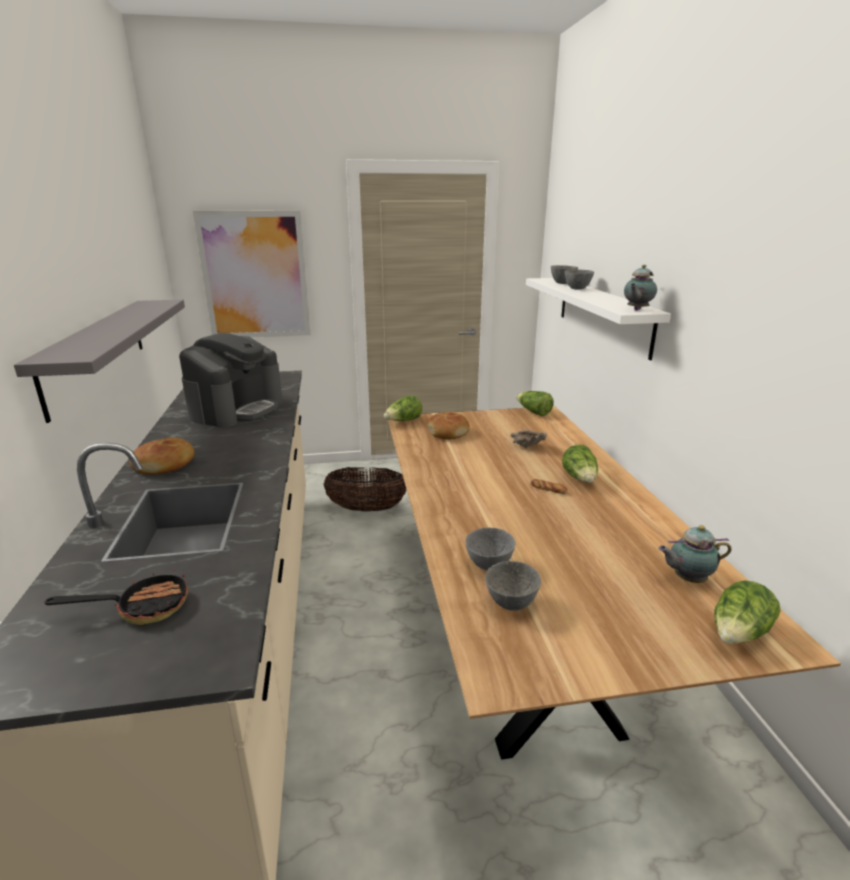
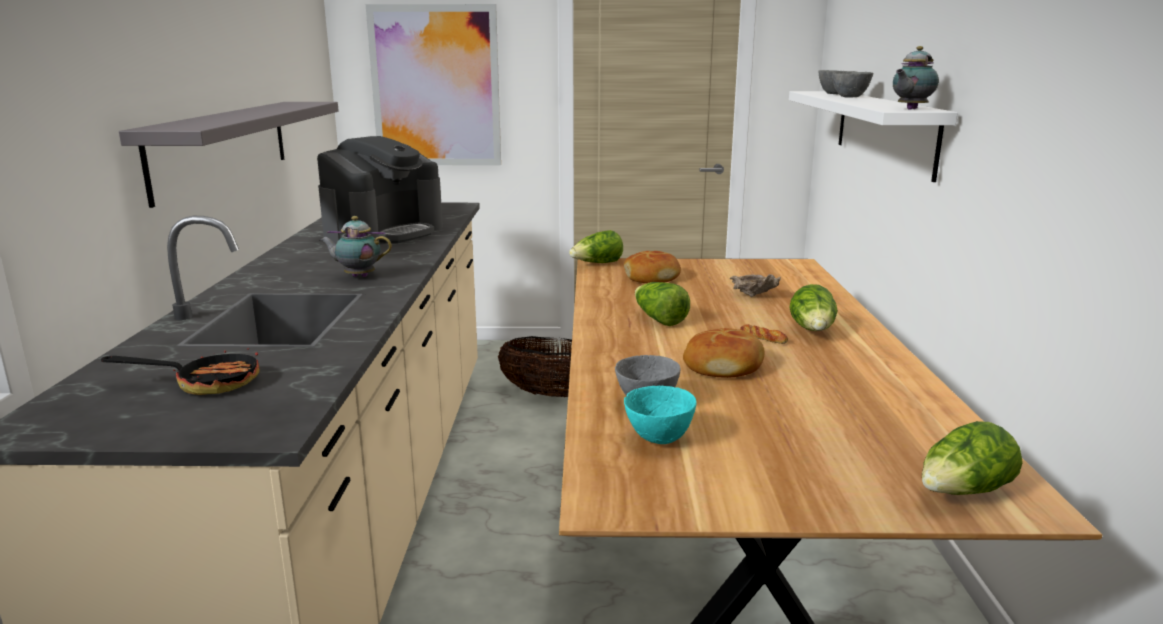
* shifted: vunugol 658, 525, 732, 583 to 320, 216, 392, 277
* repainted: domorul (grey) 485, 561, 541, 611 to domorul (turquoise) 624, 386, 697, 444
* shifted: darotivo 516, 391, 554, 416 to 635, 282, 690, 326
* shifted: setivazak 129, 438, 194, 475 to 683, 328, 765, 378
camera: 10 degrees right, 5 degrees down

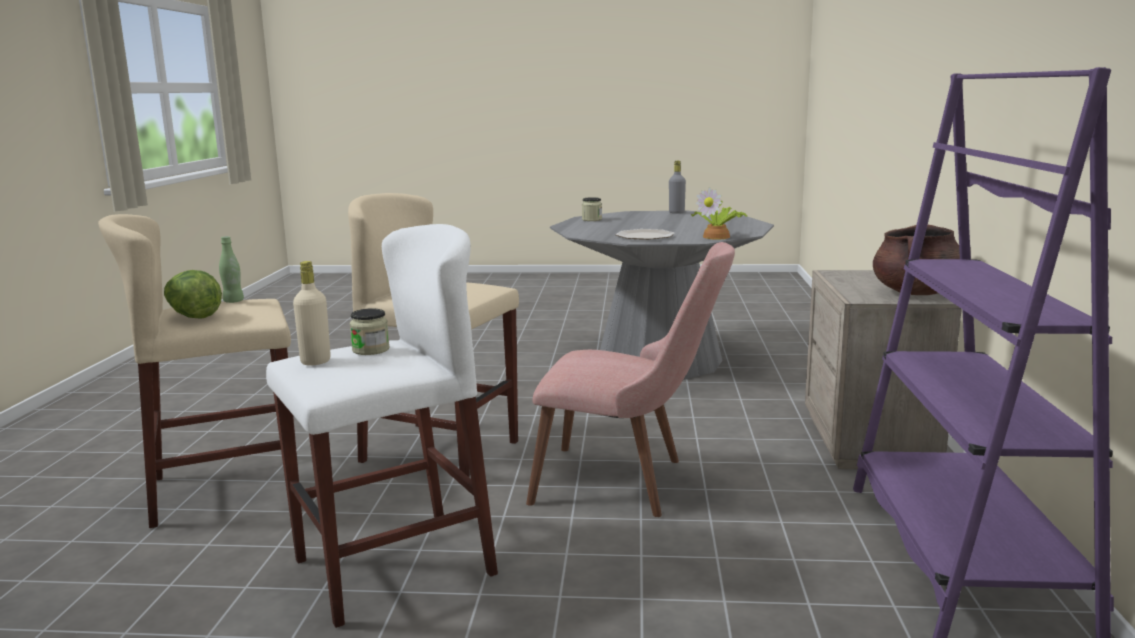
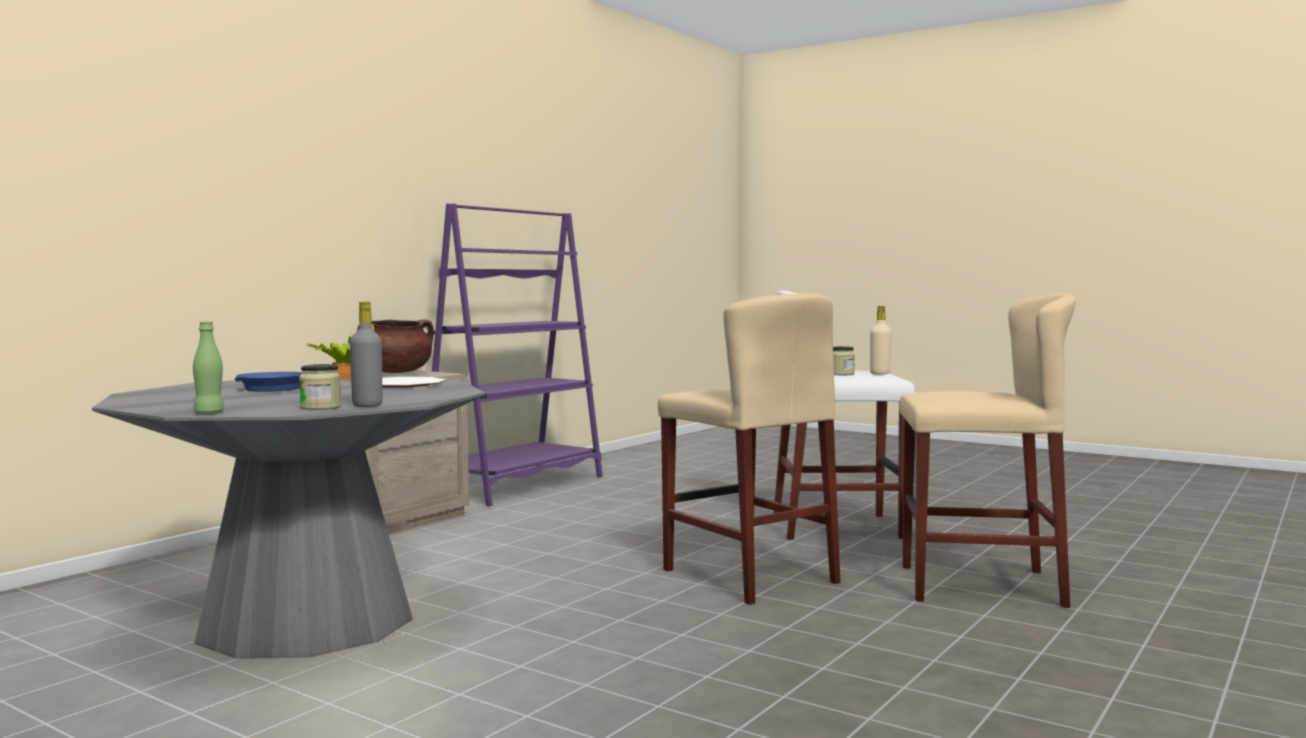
* shifted: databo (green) 219, 236, 244, 303 to 193, 321, 224, 414
* new: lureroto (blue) 235, 372, 302, 392
* shifted: databo (grey) 669, 161, 686, 214 to 350, 302, 382, 407
* gone: darotivo 164, 270, 222, 319
* gone: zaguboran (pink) 526, 242, 735, 517
camera: 150 degrees left, 10 degrees down

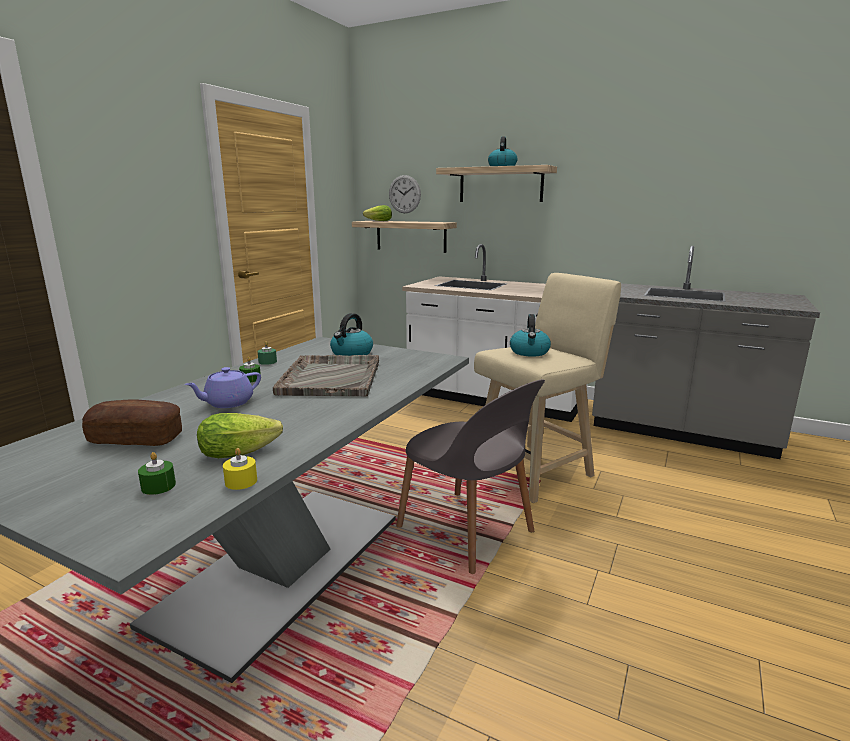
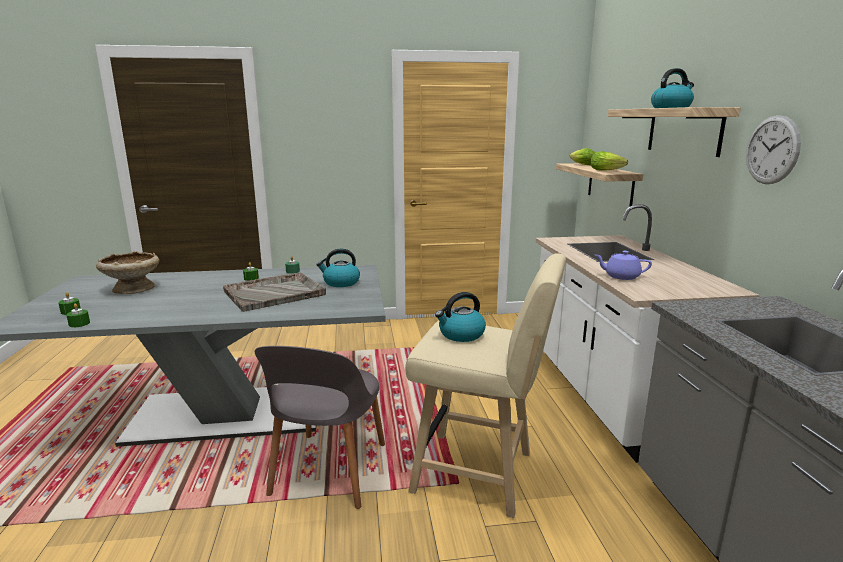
* repainted: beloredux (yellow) 223, 448, 257, 490 to beloredux (green) 66, 303, 90, 327
* swapped: setivazak 82, 399, 182, 446 to domorul (beige) 96, 251, 159, 294
* shifted: darotivo 197, 413, 283, 458 to 590, 151, 628, 171
* shifted: vunugol (purple) 185, 367, 261, 408 to 595, 251, 652, 280
* shifted: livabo 389, 175, 421, 213 to 746, 115, 801, 184
camera: 55 degrees right, 0 degrees up

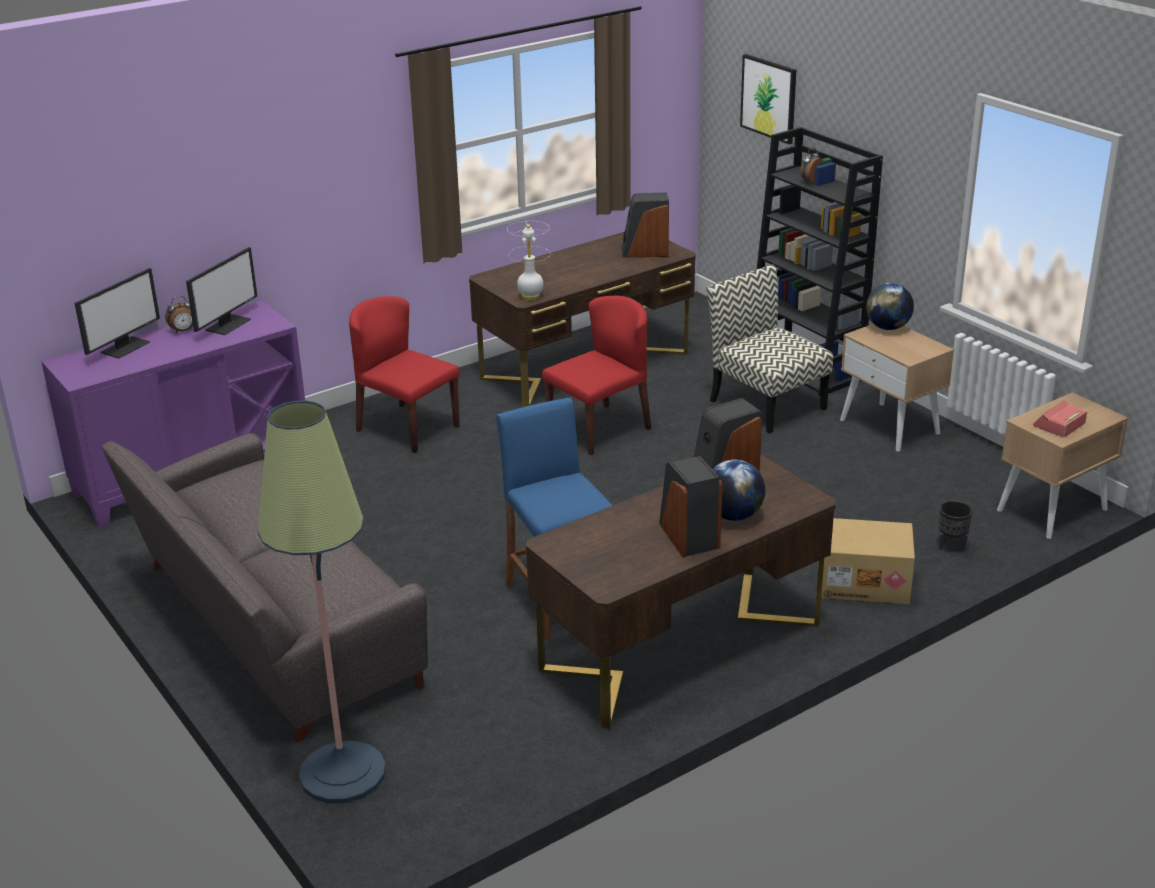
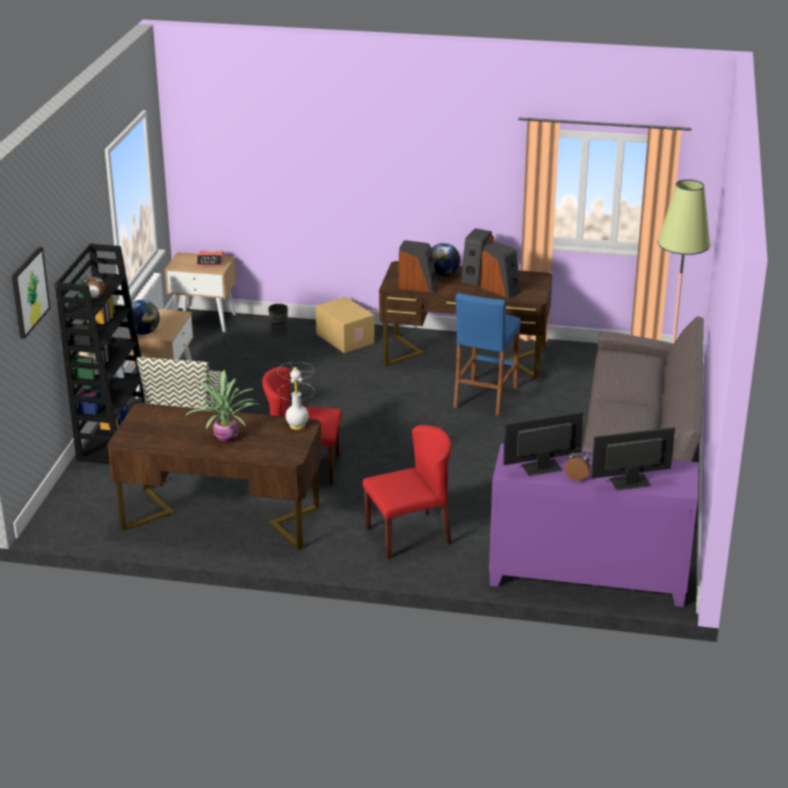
* new: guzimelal 185, 370, 260, 442
* rotated: zaguboran (red) 349, 296, 459, 453 = 363, 425, 452, 559 105 degrees counterclockwise
* shifted: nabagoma 621, 192, 669, 257 to 481, 241, 521, 299
camera: 135 degrees left, 0 degrees up

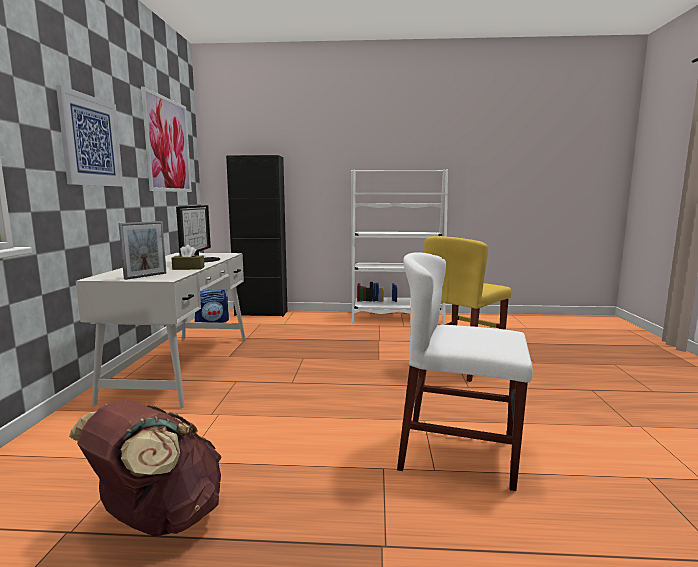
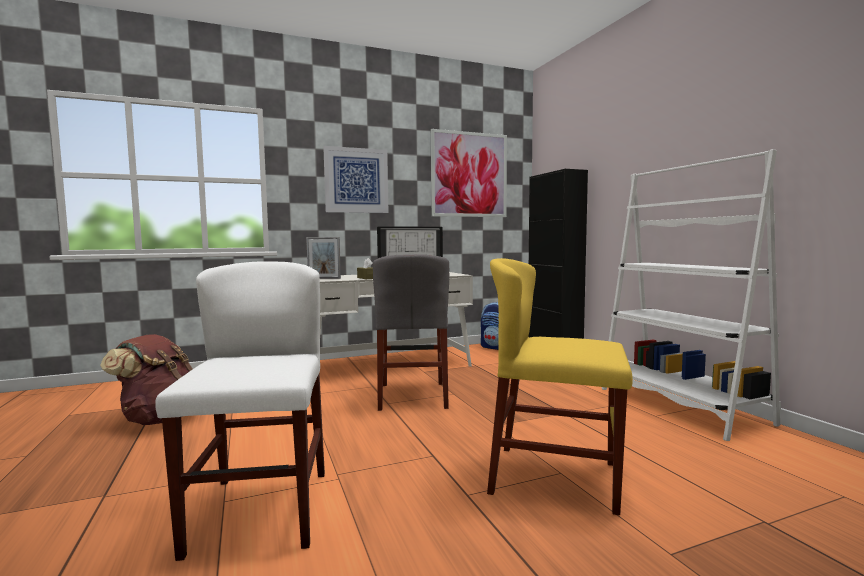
* new: zaguboran (grey) 373, 254, 449, 411
camera: 65 degrees right, 5 degrees down

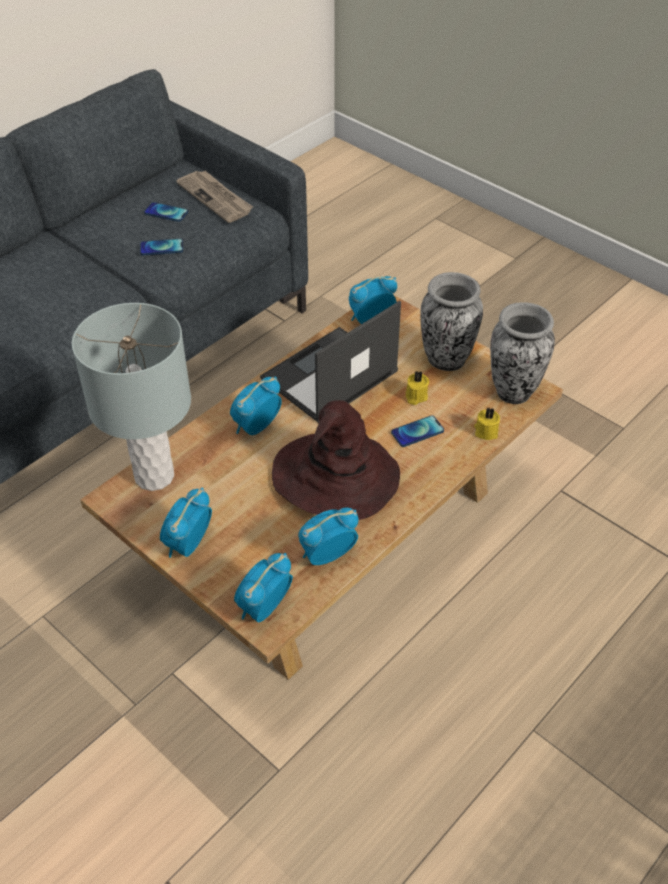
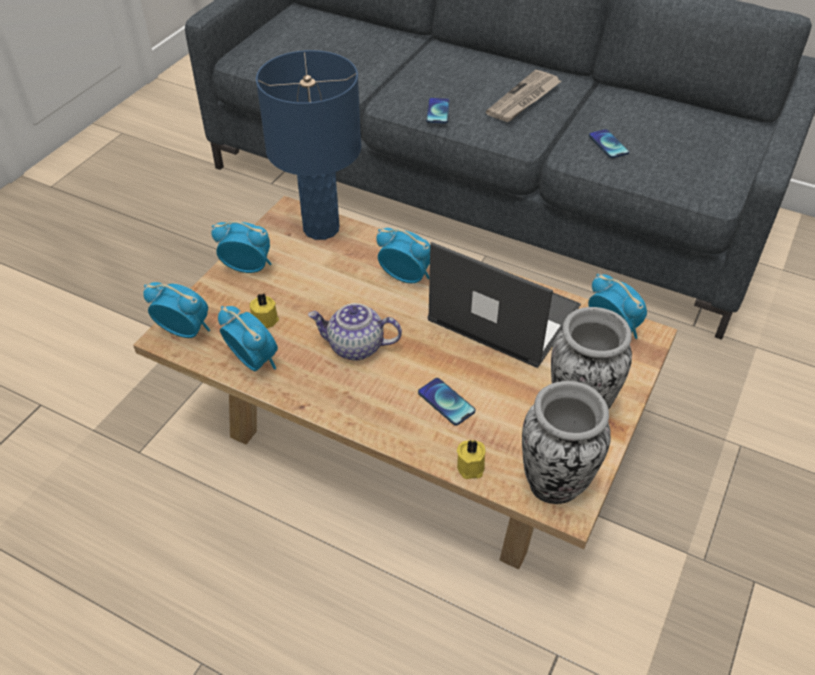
* shifted: beloredux (yellow) 406, 371, 429, 405 to 250, 293, 279, 328
* repainted: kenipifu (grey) 72, 303, 191, 491 to kenipifu (blue) 256, 50, 361, 240
* swapped: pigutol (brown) 272, 400, 400, 520 to vunugol 308, 303, 402, 360
* shifted: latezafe 144, 202, 188, 222 to 426, 98, 450, 123
* shifted: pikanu 176, 171, 253, 223 to 486, 70, 562, 122
camera: 75 degrees right, 0 degrees up

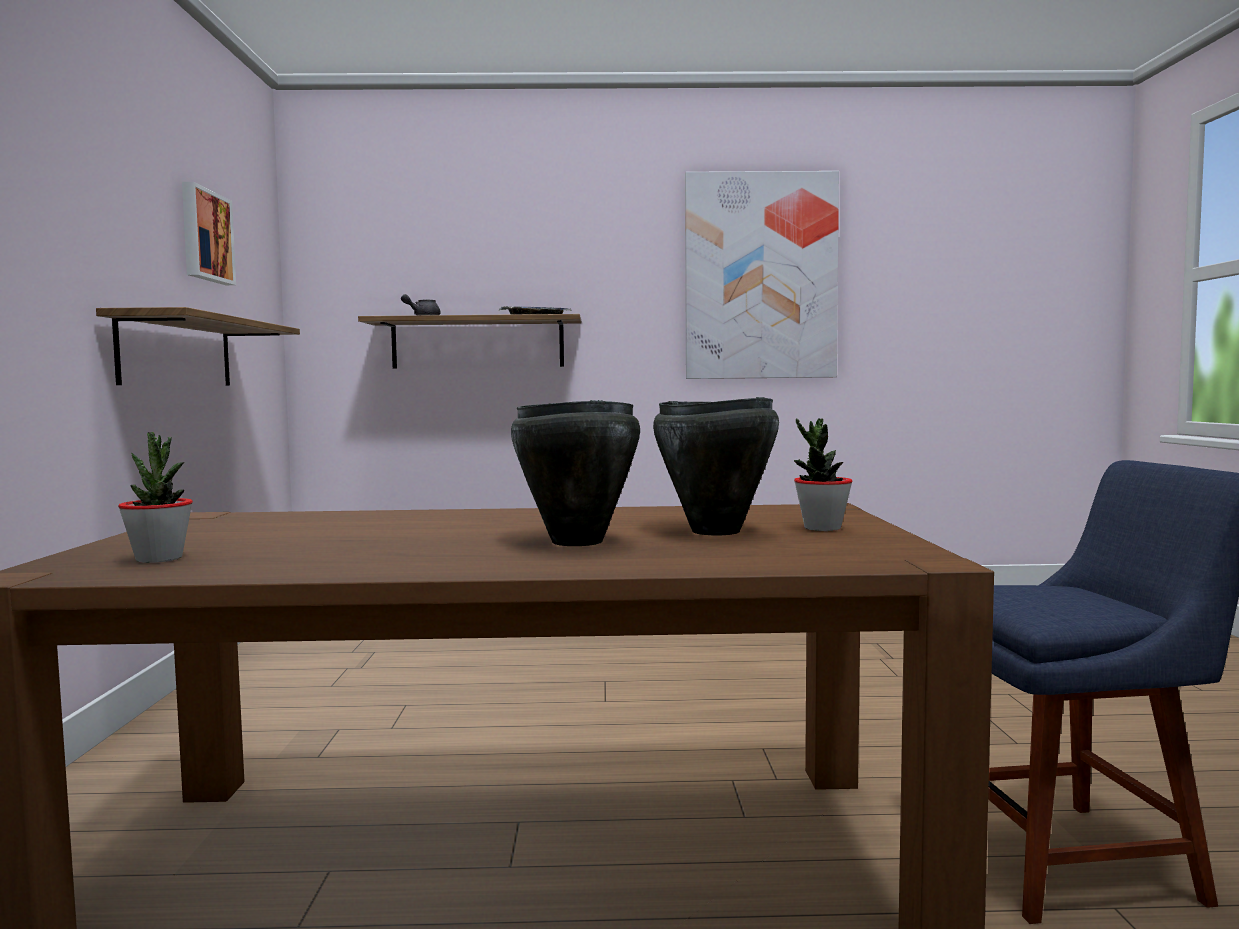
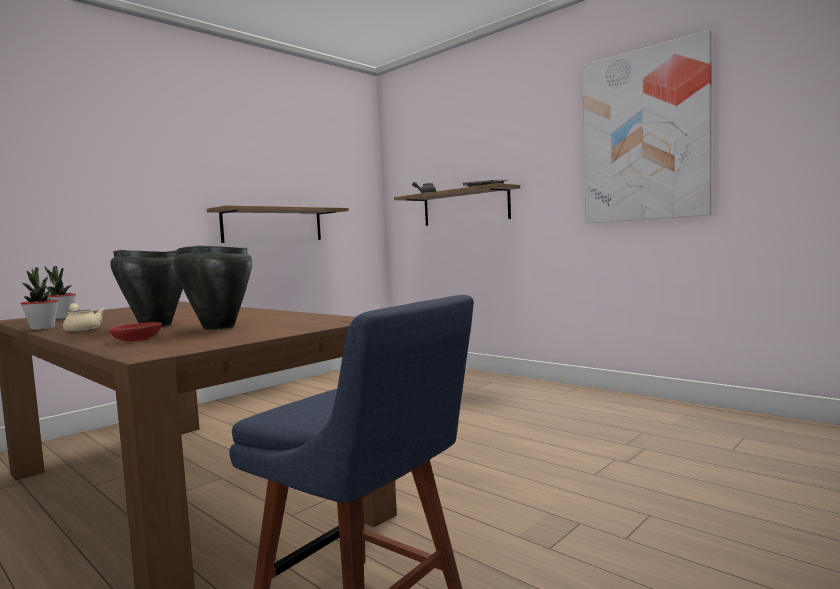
* shifted: guzimelal 794, 418, 852, 531 to 20, 267, 59, 330
* new: vunugol (beige) 63, 303, 106, 332
* new: domorul (red) 109, 322, 162, 342
* gone: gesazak 182, 182, 236, 285
camera: 45 degrees right, 0 degrees up

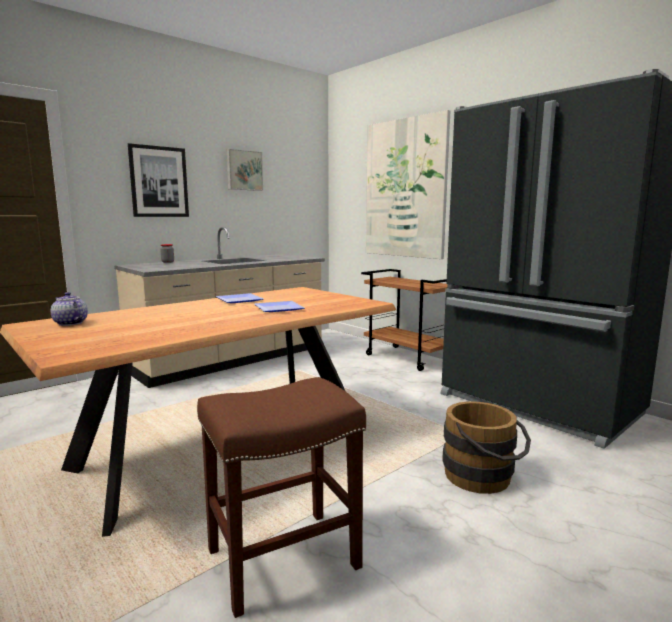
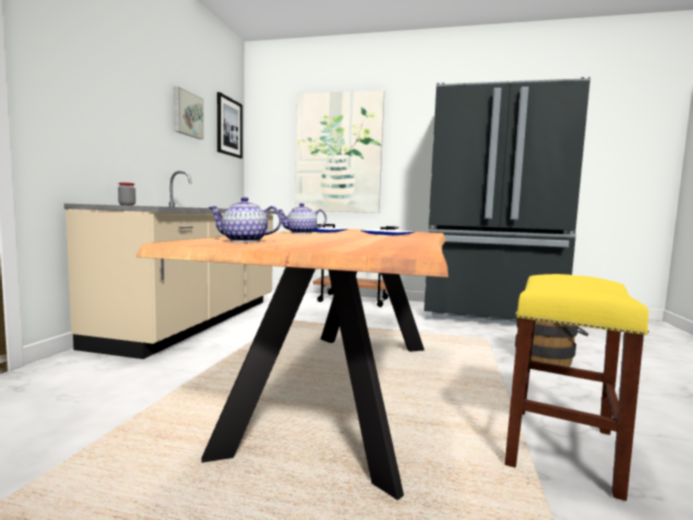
* shifted: gesazak 128, 143, 189, 217 to 217, 92, 243, 158
* new: vunugol 278, 203, 327, 234
* repainted: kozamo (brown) 197, 377, 366, 618 to kozamo (yellow) 505, 274, 649, 501
camera: 35 degrees left, 5 degrees down

